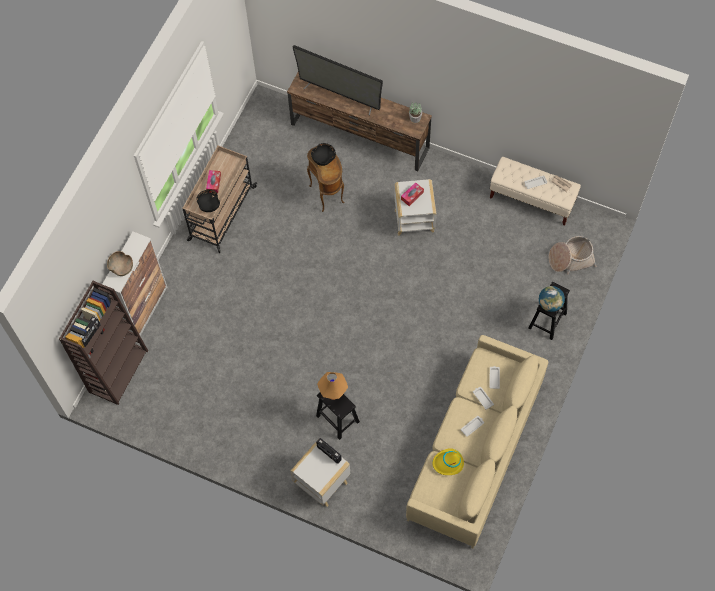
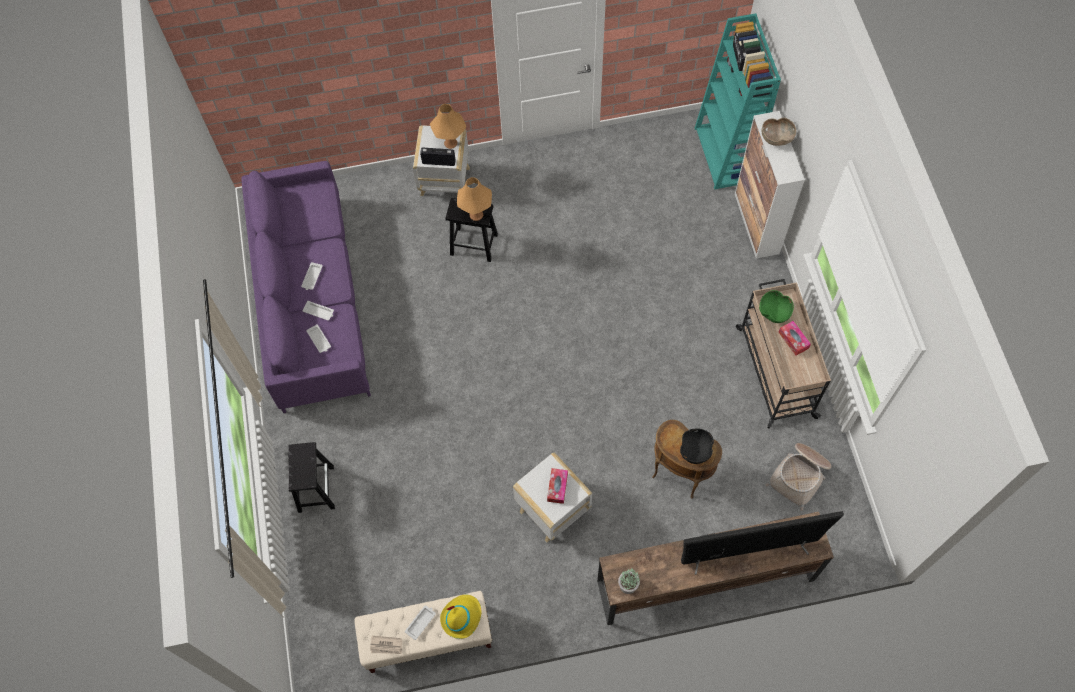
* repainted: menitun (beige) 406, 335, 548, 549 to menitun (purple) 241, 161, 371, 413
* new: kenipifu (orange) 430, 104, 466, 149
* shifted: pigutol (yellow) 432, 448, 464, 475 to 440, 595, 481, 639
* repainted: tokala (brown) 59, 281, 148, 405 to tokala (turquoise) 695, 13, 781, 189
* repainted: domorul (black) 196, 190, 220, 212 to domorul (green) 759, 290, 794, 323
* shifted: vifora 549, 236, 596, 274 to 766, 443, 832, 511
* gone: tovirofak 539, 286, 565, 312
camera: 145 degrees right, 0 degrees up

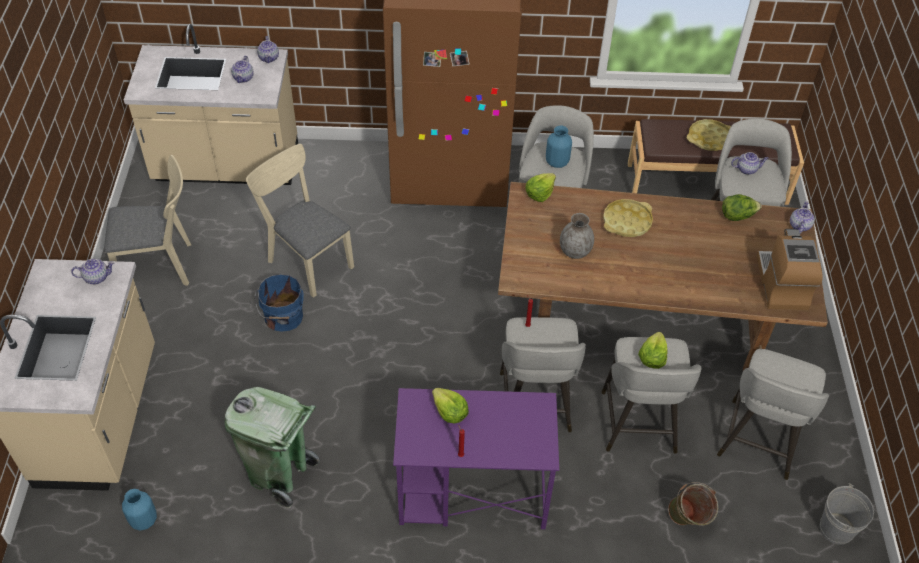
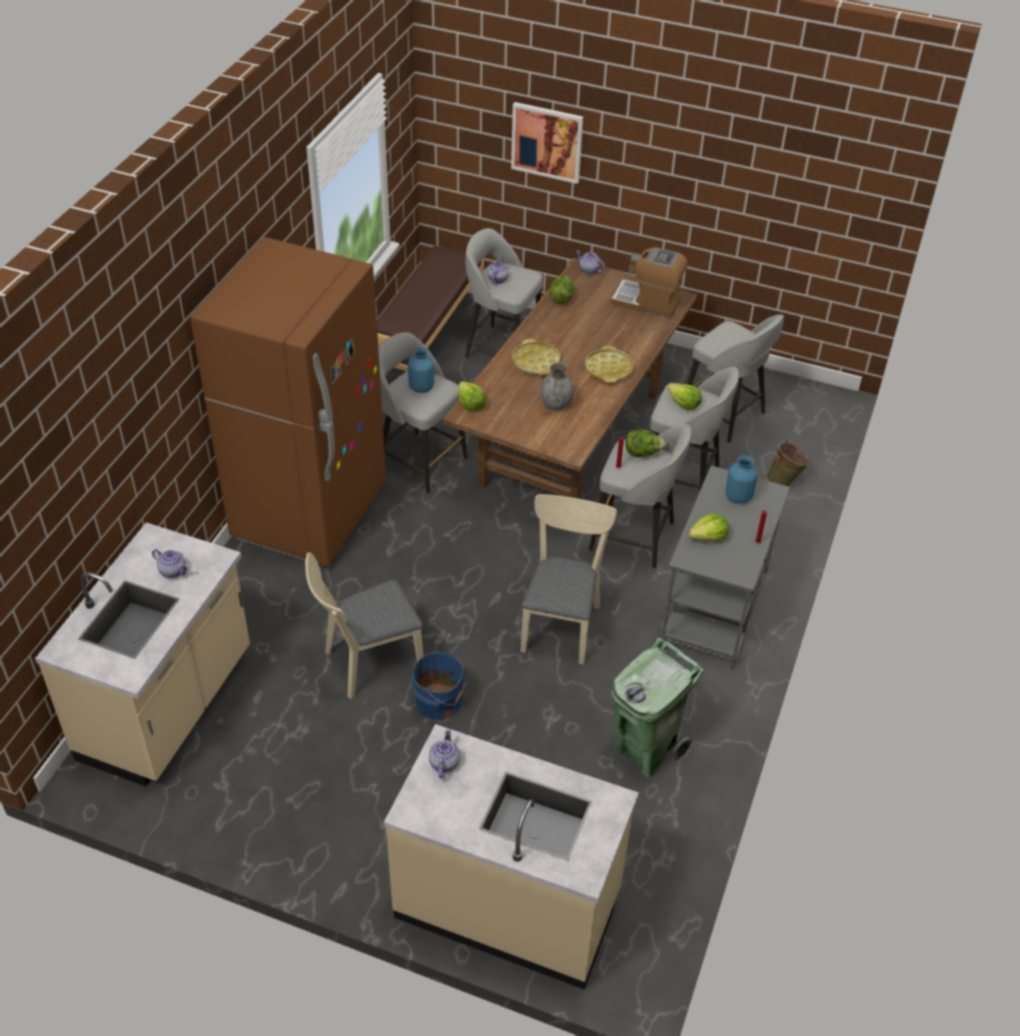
* new: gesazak 511, 102, 583, 184
* shifted: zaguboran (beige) 104, 155, 191, 286 to 521, 494, 617, 664
* shifted: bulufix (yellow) 687, 119, 731, 151 to 585, 346, 634, 383
* new: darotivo 626, 430, 666, 457
* repainted: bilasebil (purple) 393, 388, 559, 529 to bilasebil (grey) 661, 466, 790, 670
* shifted: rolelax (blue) 122, 489, 157, 531 to 726, 455, 757, 504
* gone: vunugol 257, 36, 279, 63
* gone: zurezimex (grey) 820, 483, 874, 545
camera: 70 degrees left, 5 degrees down

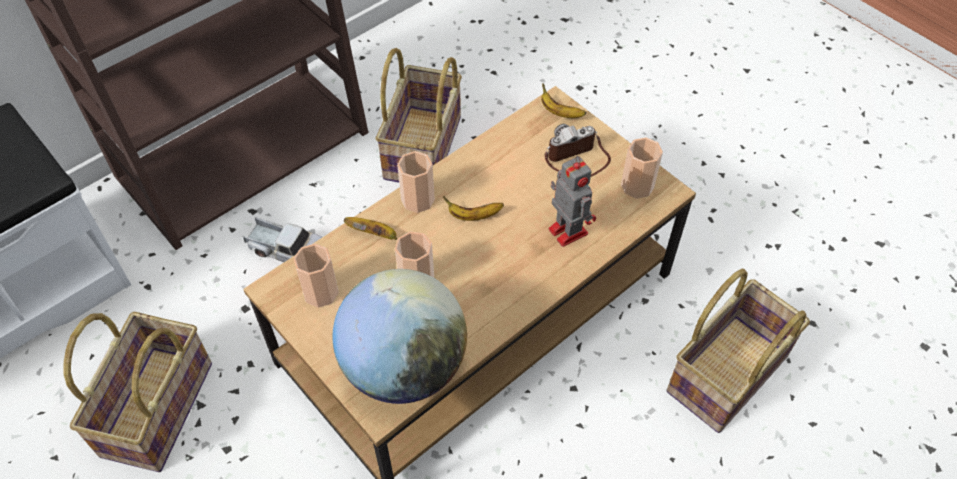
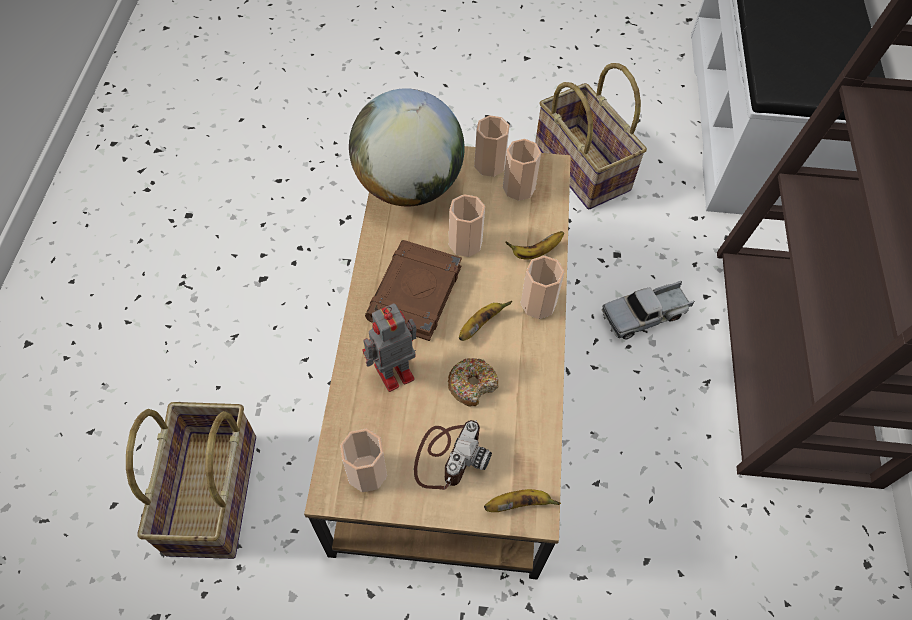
* rotated: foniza 548, 156, 596, 247 = 362, 303, 417, 392 135 degrees clockwise
* new: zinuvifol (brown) 365, 240, 462, 341
* new: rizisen 448, 358, 498, 407
* new: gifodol 474, 115, 510, 177
* gone: vifora 376, 48, 462, 182
camera: 135 degrees right, 5 degrees up

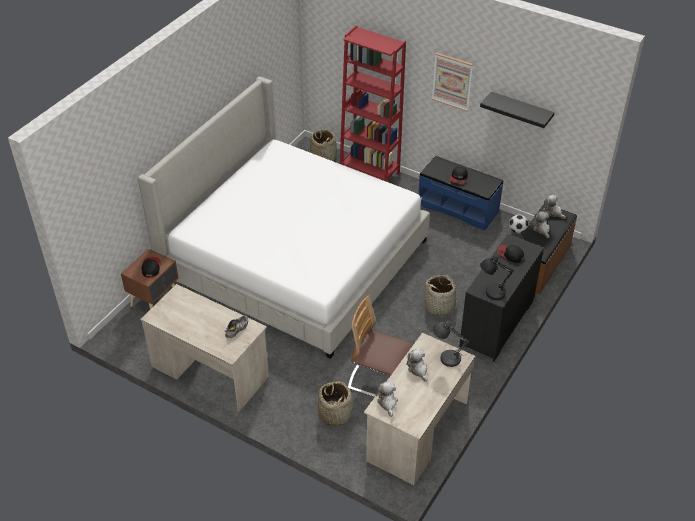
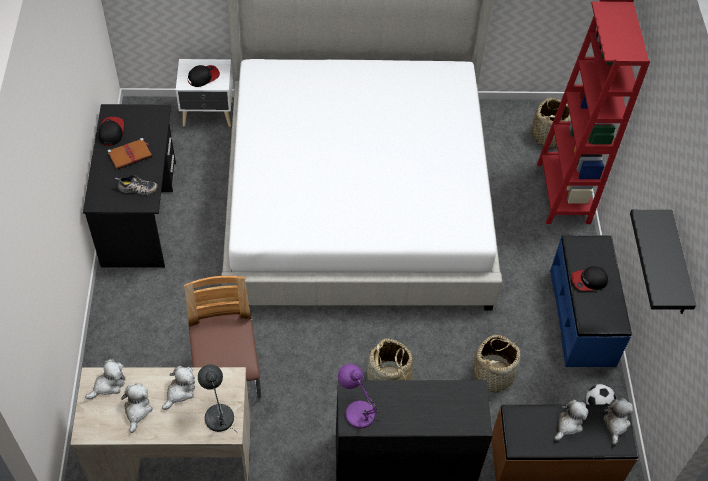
* repainted: bilasebil (beige) 140, 284, 269, 412 to bilasebil (black) 83, 104, 176, 268
* shifted: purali 497, 245, 524, 263 to 98, 117, 124, 146
* new: zinuvifol (brown) 108, 138, 152, 170
* new: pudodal 121, 383, 152, 433
* repainted: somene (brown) 121, 248, 179, 309 to somene (white) 176, 59, 233, 127
* repainted: kenipifu (black) 480, 256, 514, 300 to kenipifu (purple) 338, 364, 382, 429
* shifted: vifora 317, 381, 353, 427 to 473, 335, 521, 393
* gone: gesazak 432, 52, 473, 111
camera: 55 degrees right, 10 degrees up

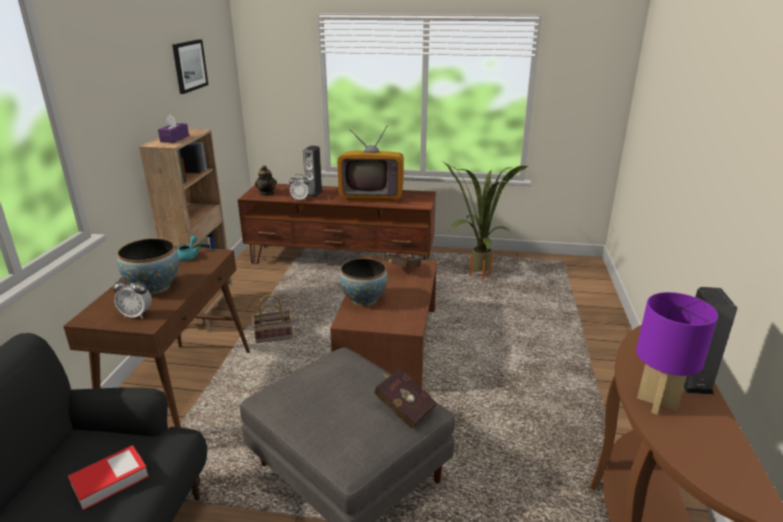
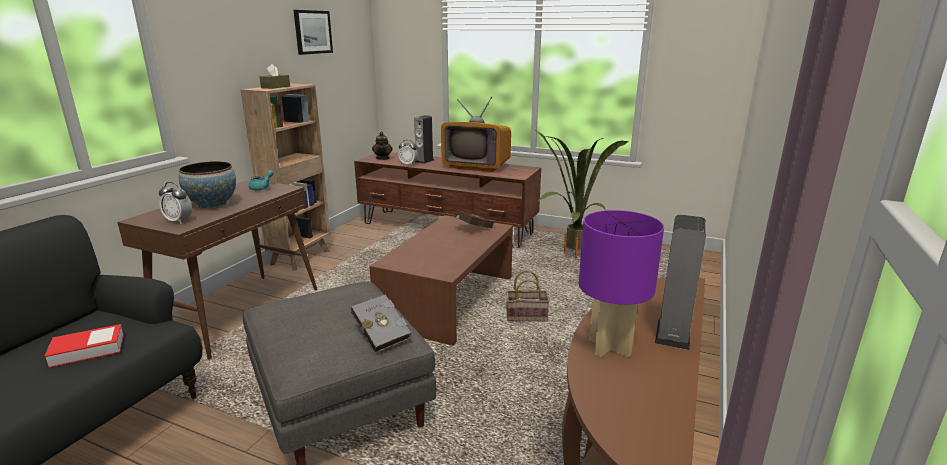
* repainted: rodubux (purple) 158, 114, 189, 143 to rodubux (brown) 259, 64, 290, 89
* repainted: zinuvifol (red) 373, 369, 437, 429 to zinuvifol (grey) 351, 294, 411, 353
* shifted: vifora 252, 295, 293, 343 to 506, 270, 550, 321
* gone: domorul 340, 258, 388, 306
camera: 15 degrees right, 5 degrees down

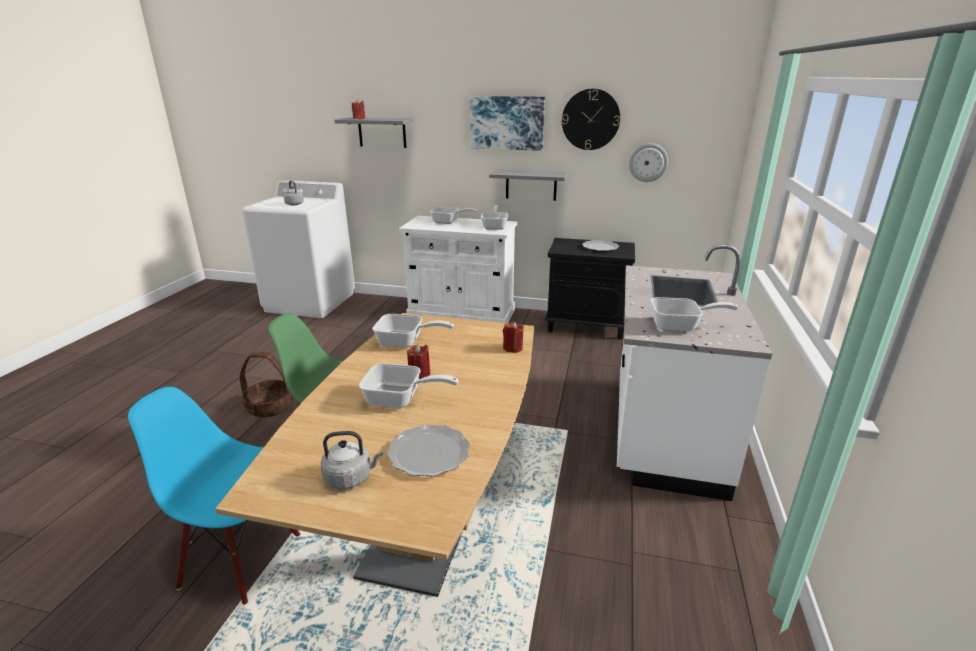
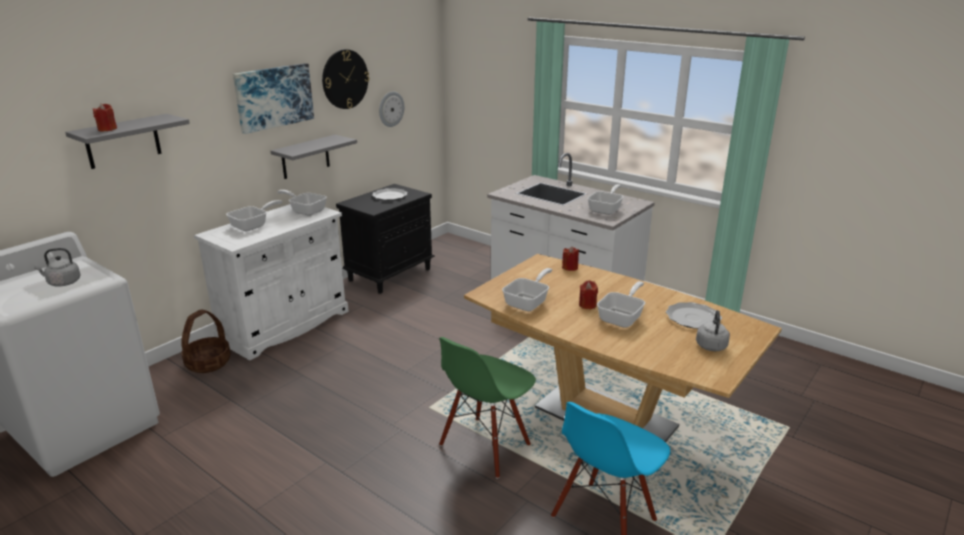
* shifted: vifora 240, 352, 293, 417 to 182, 309, 231, 373
camera: 65 degrees left, 0 degrees up

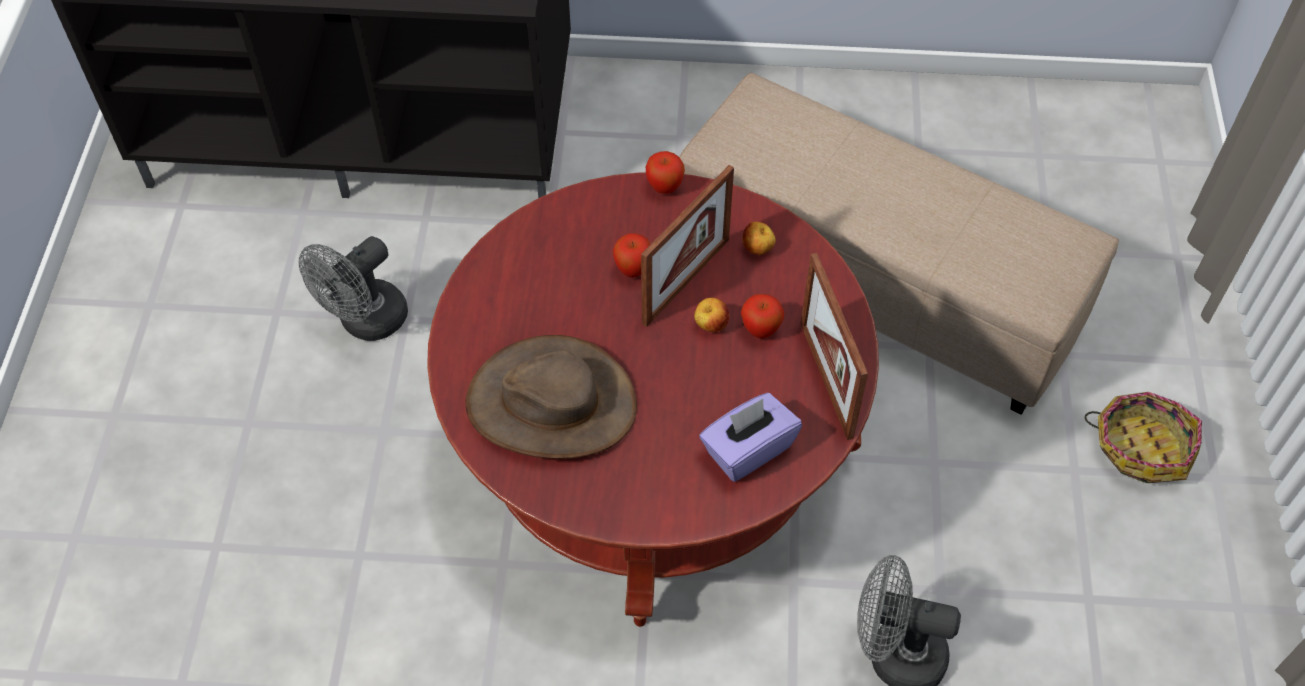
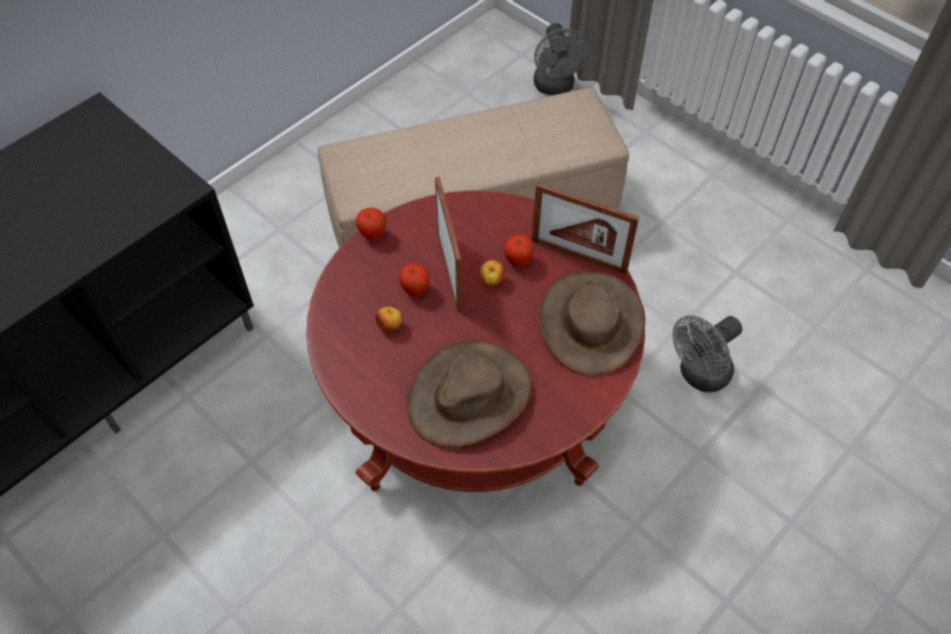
* shifted: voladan 743, 222, 776, 255 to 375, 306, 402, 332
* shifted: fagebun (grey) 299, 236, 408, 341 to 534, 23, 590, 95
* swapped: rodubux (purple) 699, 393, 802, 482 to pigutol (brown) 539, 271, 645, 376
* gone: vifora 1085, 392, 1202, 483
camera: 50 degrees left, 0 degrees up

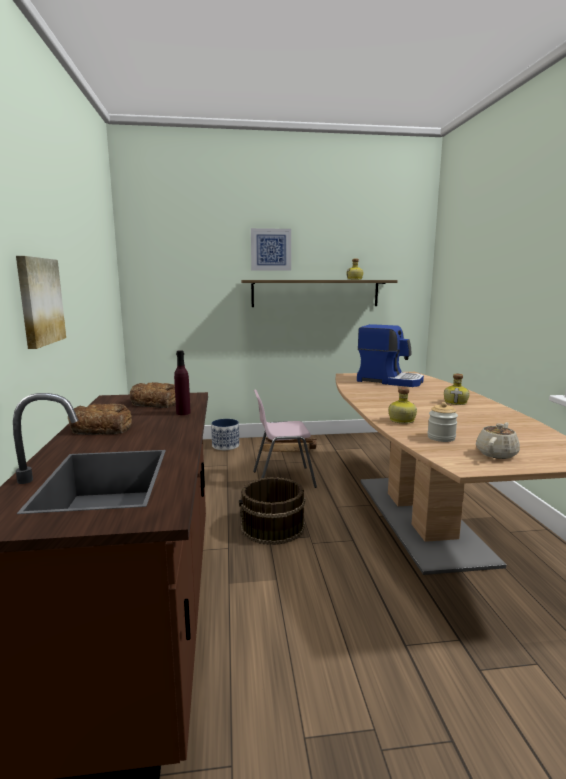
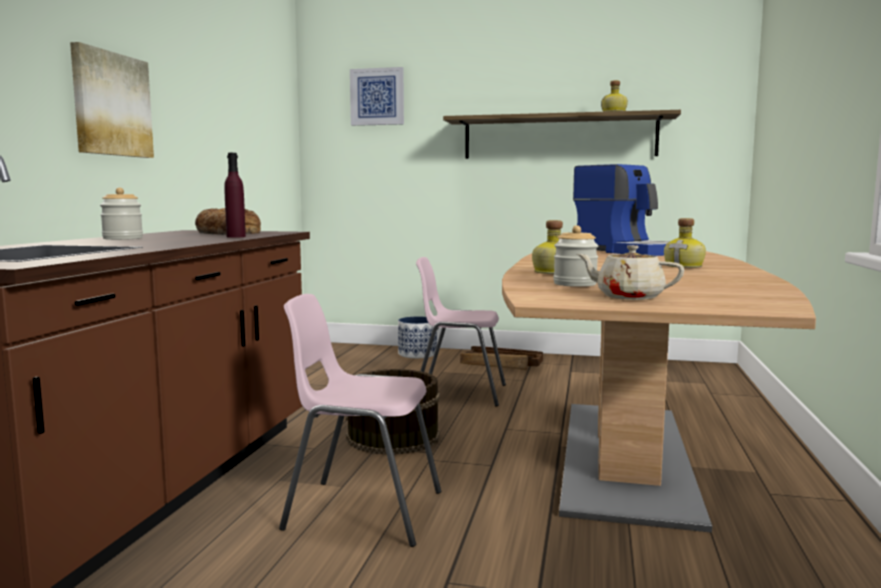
* swapped: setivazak 68, 404, 132, 435 to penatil 100, 188, 143, 240
* new: zaguboran (pink) 279, 294, 441, 547
* shifted: gesazak 251, 228, 291, 271 to 350, 67, 404, 126
* rotated: vunugol (beige) 476, 422, 520, 459 = 577, 245, 684, 300 120 degrees counterclockwise
camera: 20 degrees right, 5 degrees down

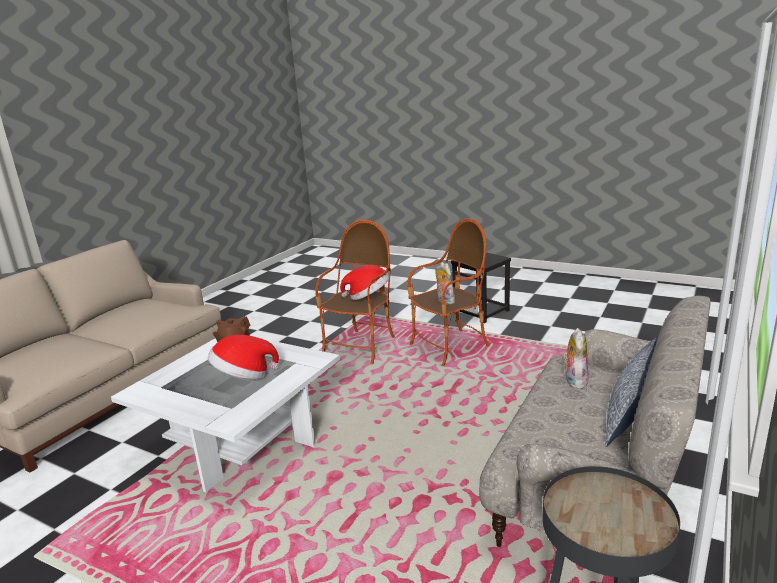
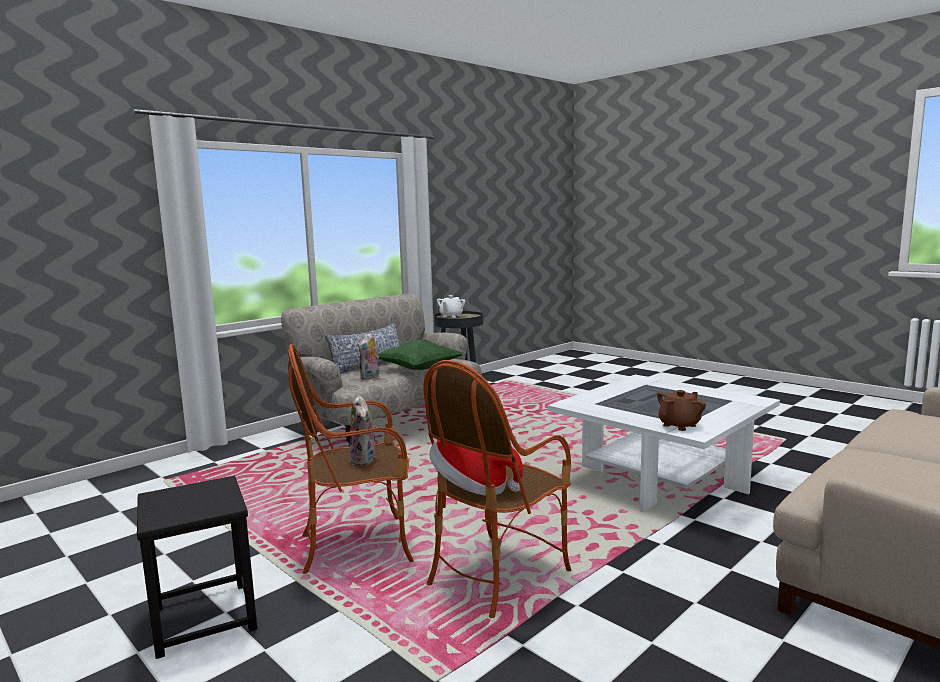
* new: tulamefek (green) 377, 339, 463, 370
* new: vunugol (white) 437, 295, 465, 318
* gone: pigutol 208, 335, 279, 379
camera: 165 degrees left, 10 degrees down

